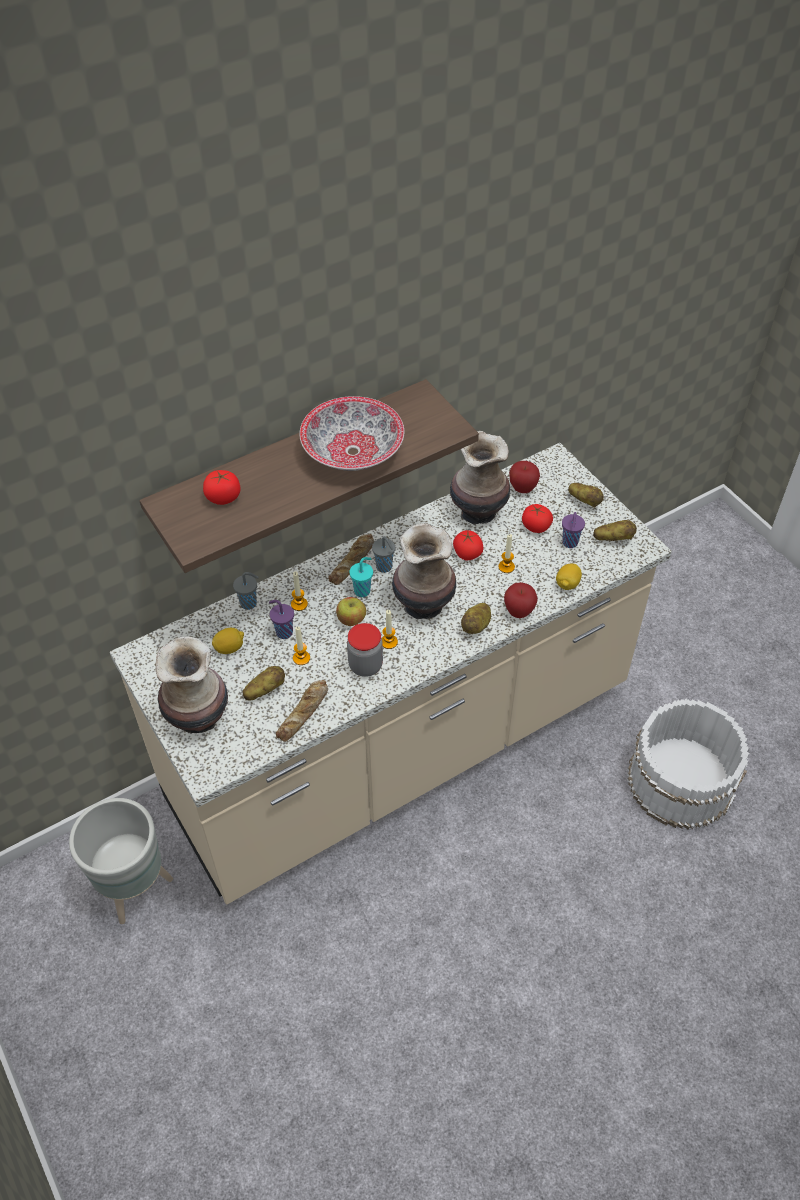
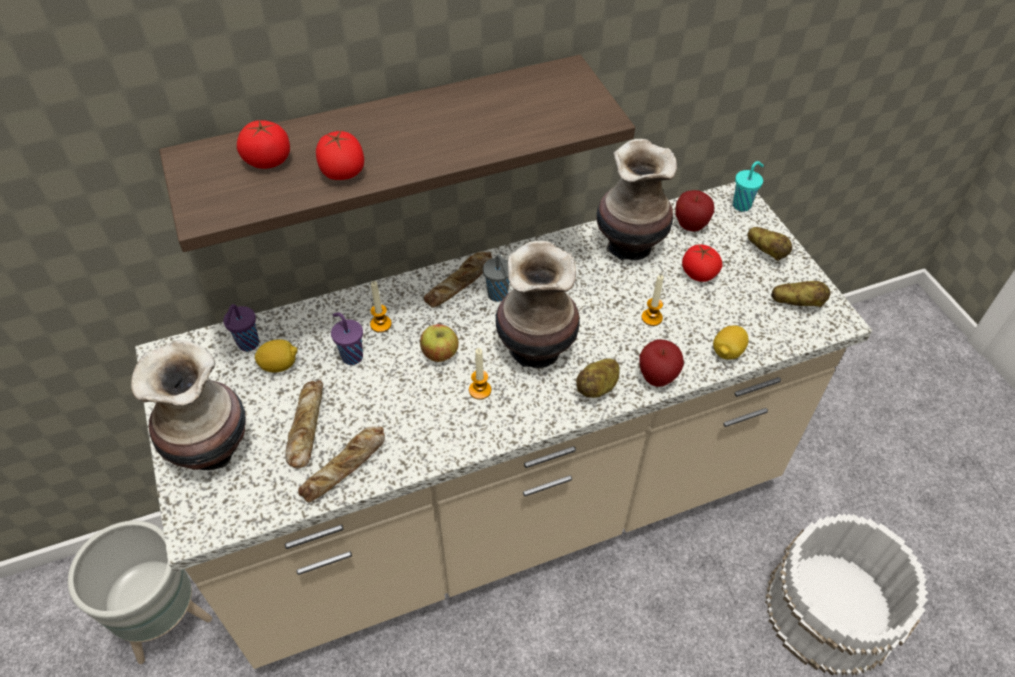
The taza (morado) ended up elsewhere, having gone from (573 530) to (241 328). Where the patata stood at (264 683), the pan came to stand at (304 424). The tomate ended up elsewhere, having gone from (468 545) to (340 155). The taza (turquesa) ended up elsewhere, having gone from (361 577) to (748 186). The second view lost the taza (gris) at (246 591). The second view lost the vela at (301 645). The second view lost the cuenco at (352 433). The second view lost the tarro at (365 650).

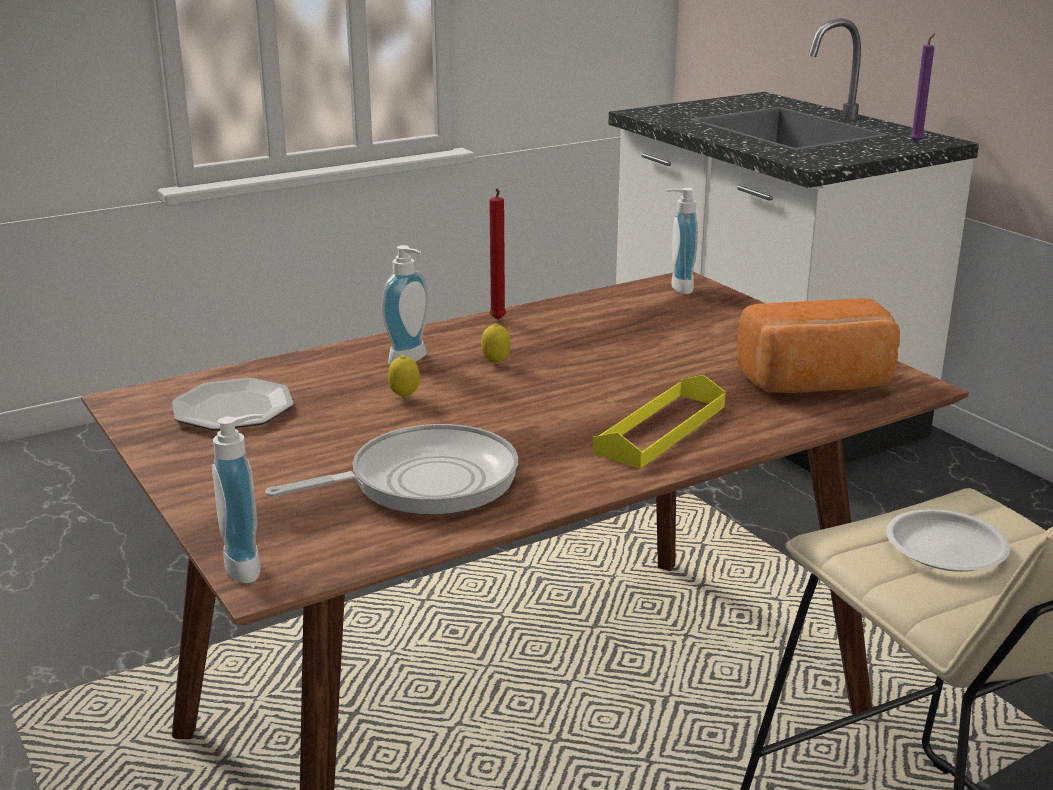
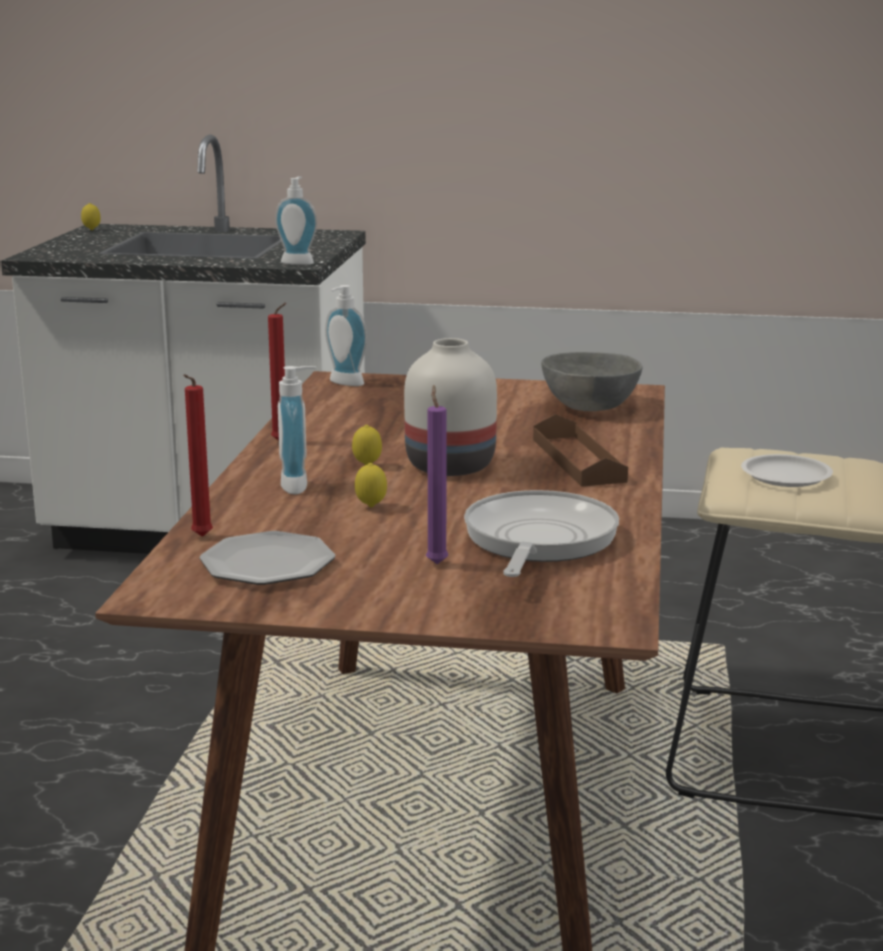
The second view gained the limón at (91 216). The second view gained the vela (rojo) at (198 455). The dispensador de jabón ended up elsewhere, having gone from (237 498) to (296 220). The second view gained the florero (blanco) at (450 407). The vela (morado) ended up elsewhere, having gone from (923 87) to (437 474). What was the bandeja (amarillo) at (659 422) turned into the bandeja (marrón) at (580 450). Where the pan stood at (818 345), the cuenco (gris) came to stand at (592 381).

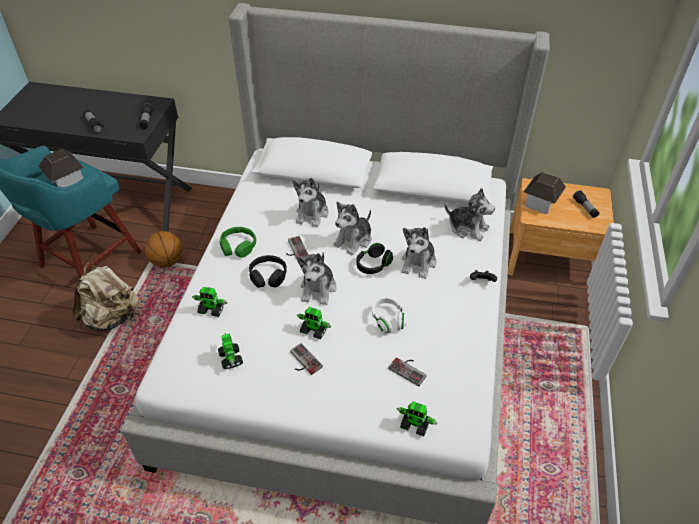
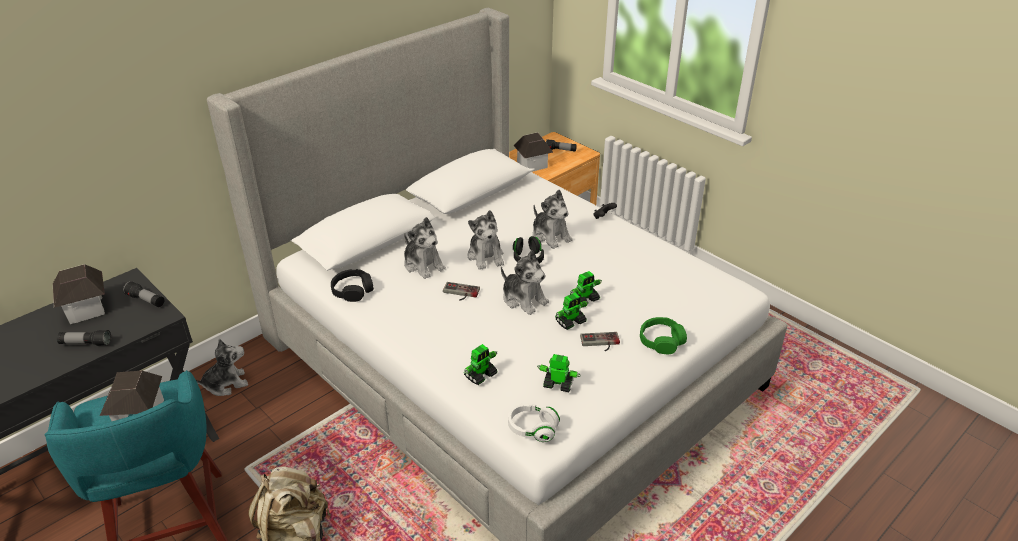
The second view gained the casita at (79 294). The peluche ended up elsewhere, having gone from (470 214) to (222 367). The auriculares (negro) ended up elsewhere, having gone from (267 271) to (352 285). The auriculares (blanco) ended up elsewhere, having gone from (389 315) to (534 422). The robot de juguete ended up elsewhere, having gone from (417 418) to (586 286). The auriculares (verde) ended up elsewhere, having gone from (238 242) to (663 335). The second view lost the balón de baloncesto at (163 249). The second view lost the mando de consola at (407 371).

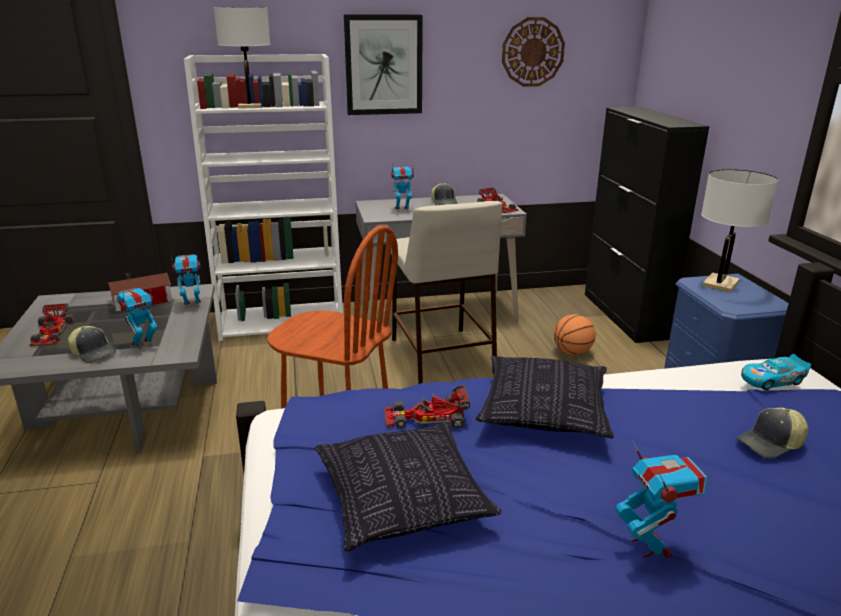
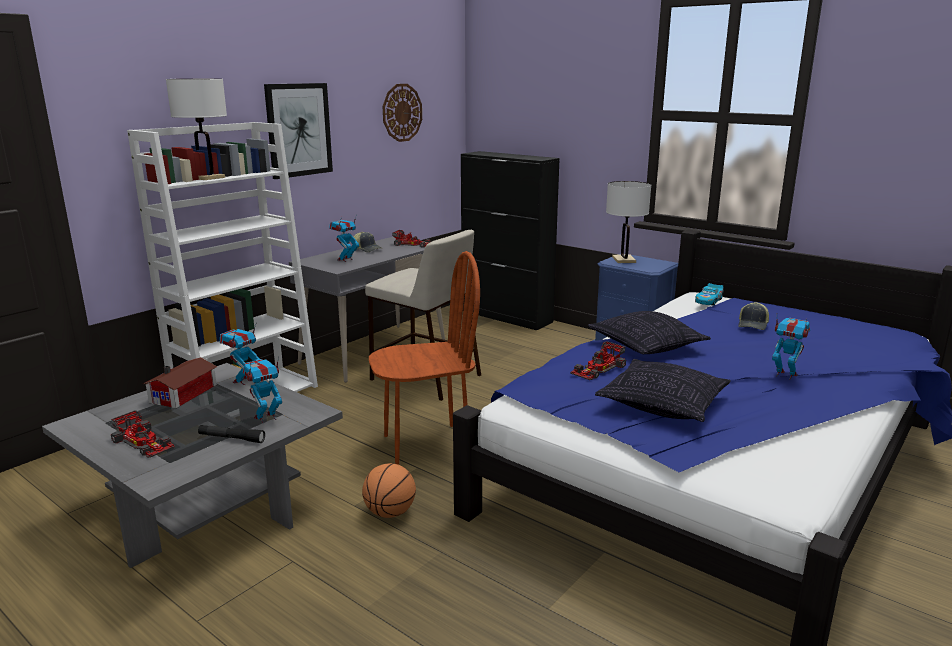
Where the gorra stood at (92 344), the linterna (negro) came to stand at (231 434). The robot de juguete at (137 317) ended up facing another way, 45 degrees clockwise from before. The balón de baloncesto ended up elsewhere, having gone from (575 334) to (389 490).

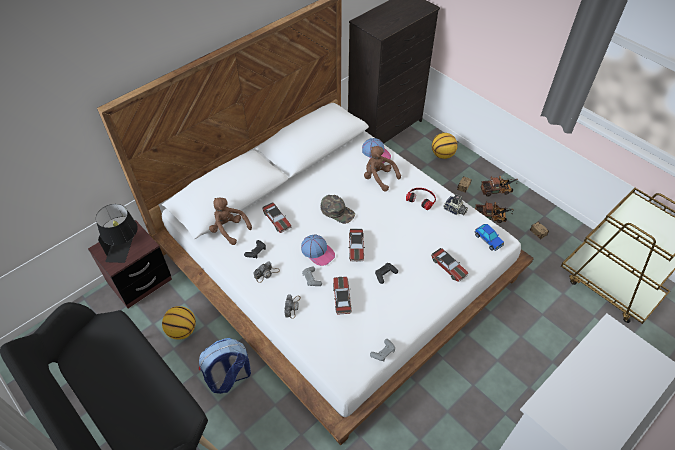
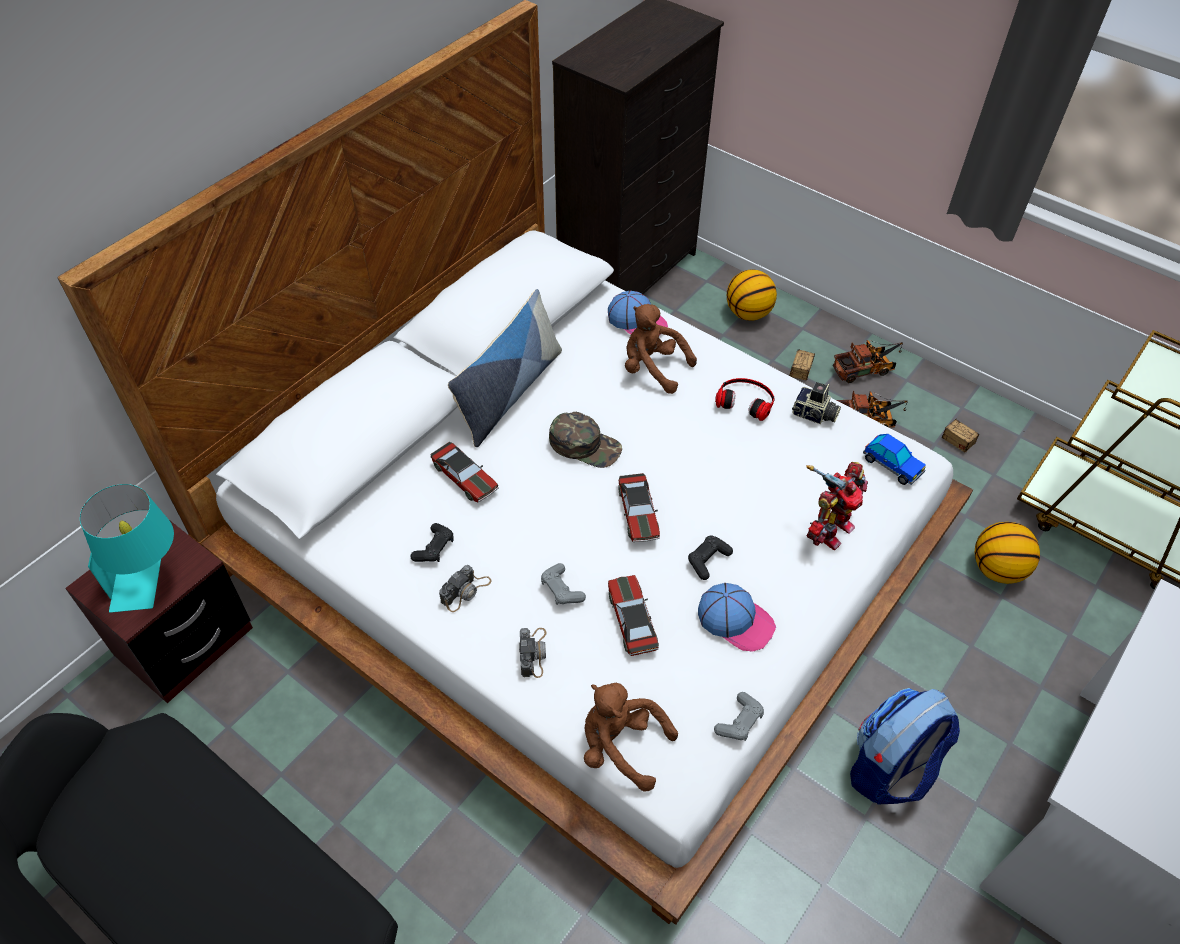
What was the lámpara de mesa (negro) at (117 233) turned into the lámpara de mesa (turquesa) at (127 548). The second view gained the cojín at (505 368). The peluche (marrón) ended up elsewhere, having gone from (230 221) to (631 737). The gorra ended up elsewhere, having gone from (318 250) to (737 617). Where the coche de juguete stood at (449 265), the robot de juguete came to stand at (837 506). The mochila ended up elsewhere, having gone from (225 366) to (905 746). The balón de baloncesto ended up elsewhere, having gone from (179 323) to (1007 553).

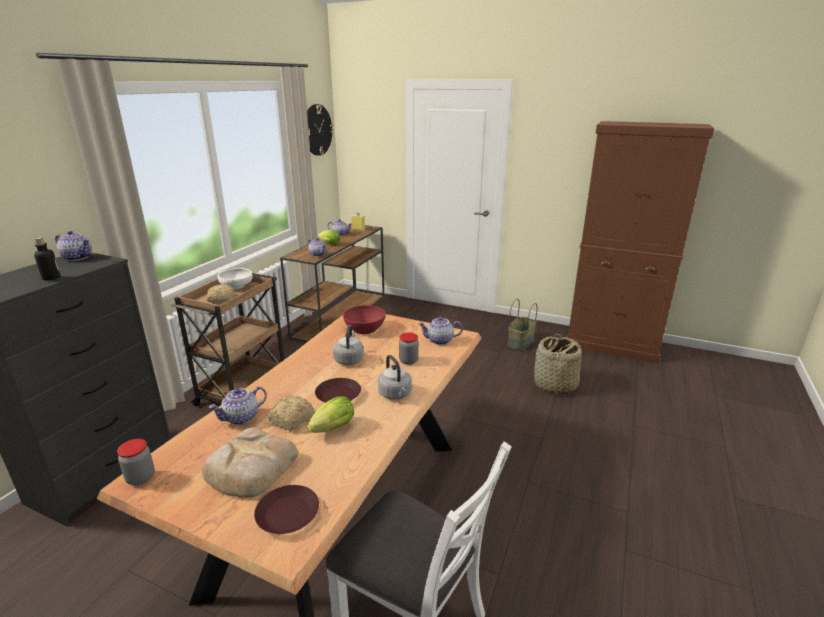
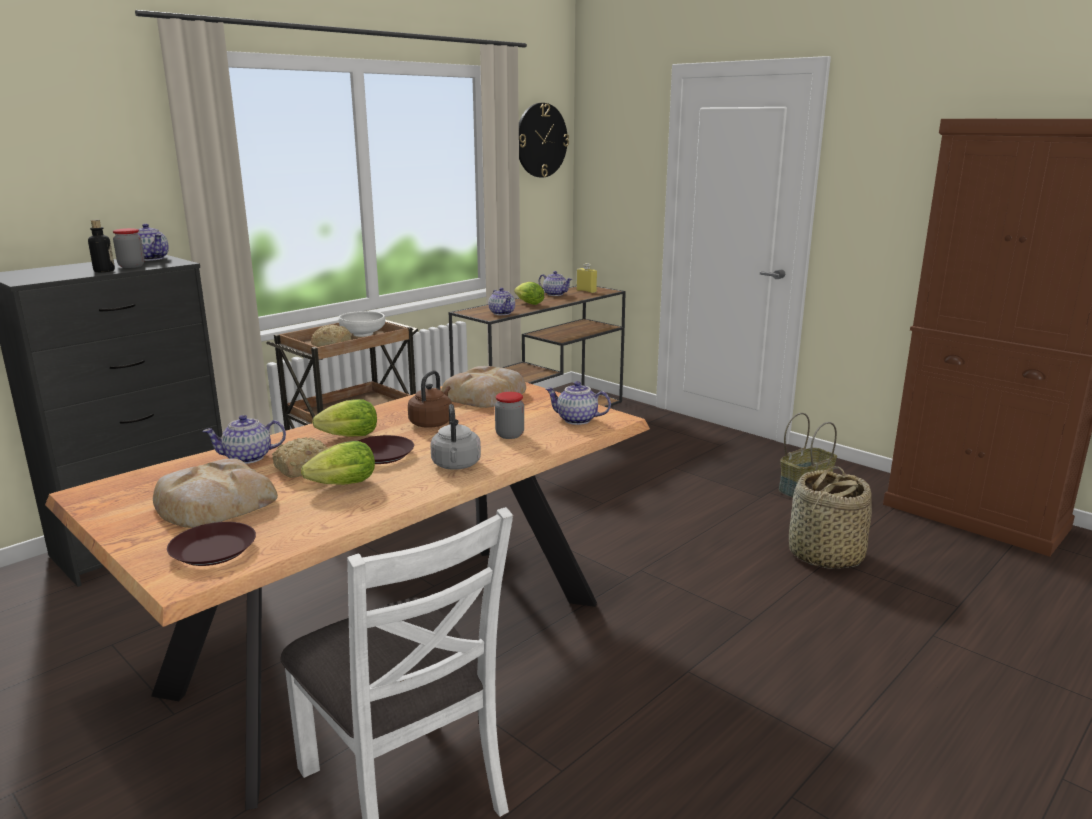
The tarro ended up elsewhere, having gone from (136 462) to (129 248). The second view gained the lechuga at (344 418). What was the hervidor (gris) at (348 345) turned into the hervidor (marrón) at (430 399). Where the cuenco (rojo) stood at (364 319), the pan came to stand at (483 387).

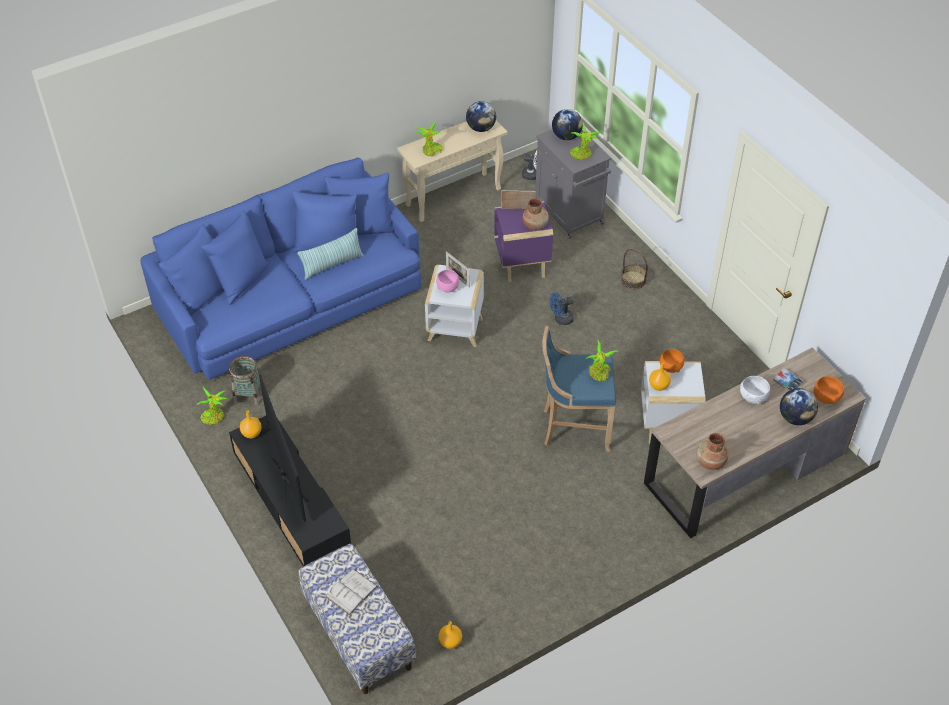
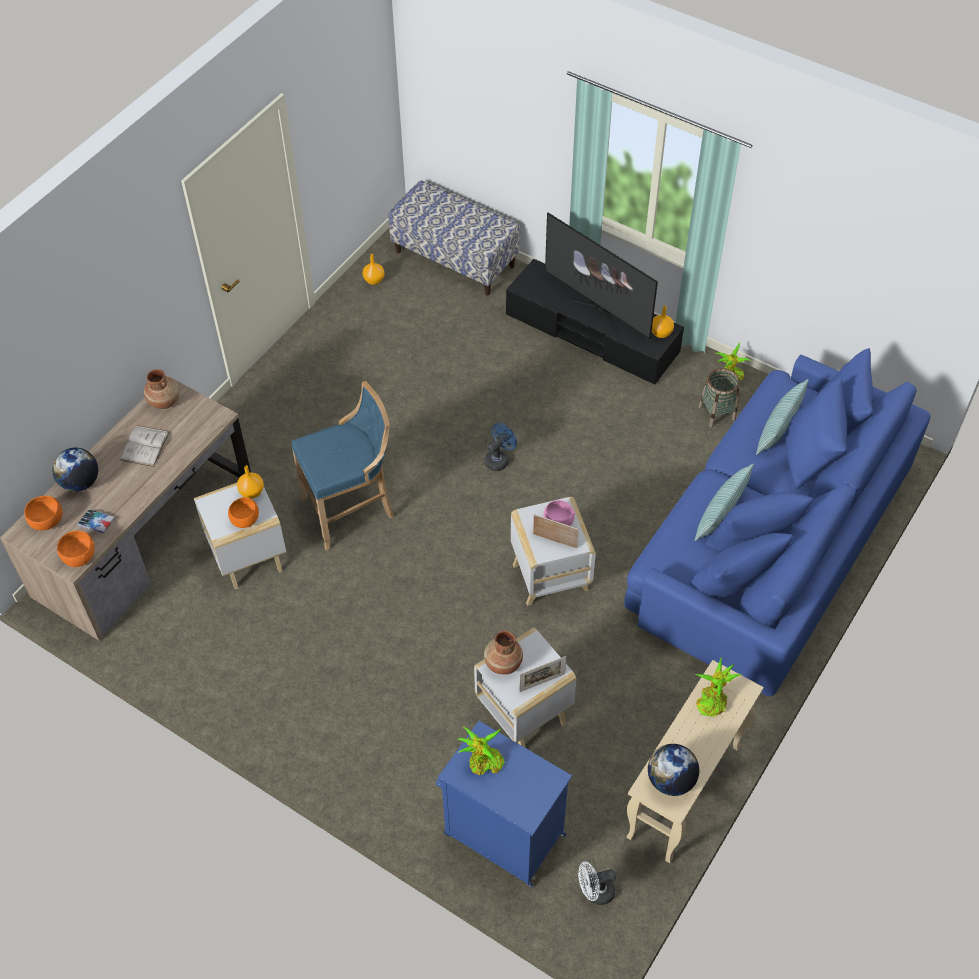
The second view gained the cuenco (naranja) at (75 549). The libro (blanco) ended up elsewhere, having gone from (352 592) to (145 446). What was the armario (gris) at (573 184) turned into the armario (azul) at (504 804). What was the mesa auxiliar (morado) at (523 241) turned into the mesa auxiliar (blanco) at (525 687). The ventilador (azul) ended up elsewhere, having gone from (561 308) to (500 447). The second view gained the cojín at (782 417). The second view lost the globo terráqueo at (567 124). The second view lost the planta en maceta at (601 360). The second view lost the cesta at (634 269). The second view lost the cuenco (blanco) at (755 390).

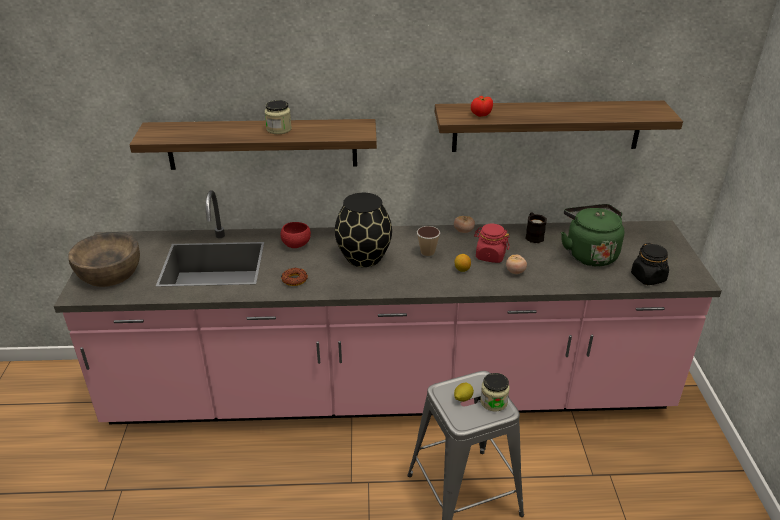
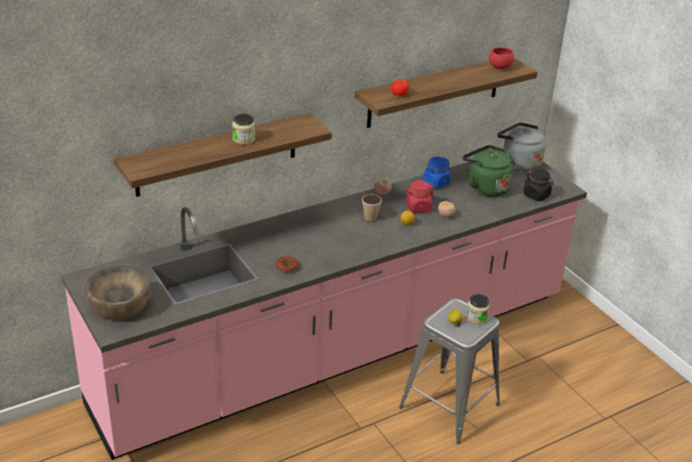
Where the taza grande (negro) stood at (536 227), the tarro (azul) came to stand at (436 173). The cuenco (rojo) ended up elsewhere, having gone from (295 235) to (501 58). The second view gained the hervidor (gris) at (521 147). The second view lost the florero (negro) at (363 230).

